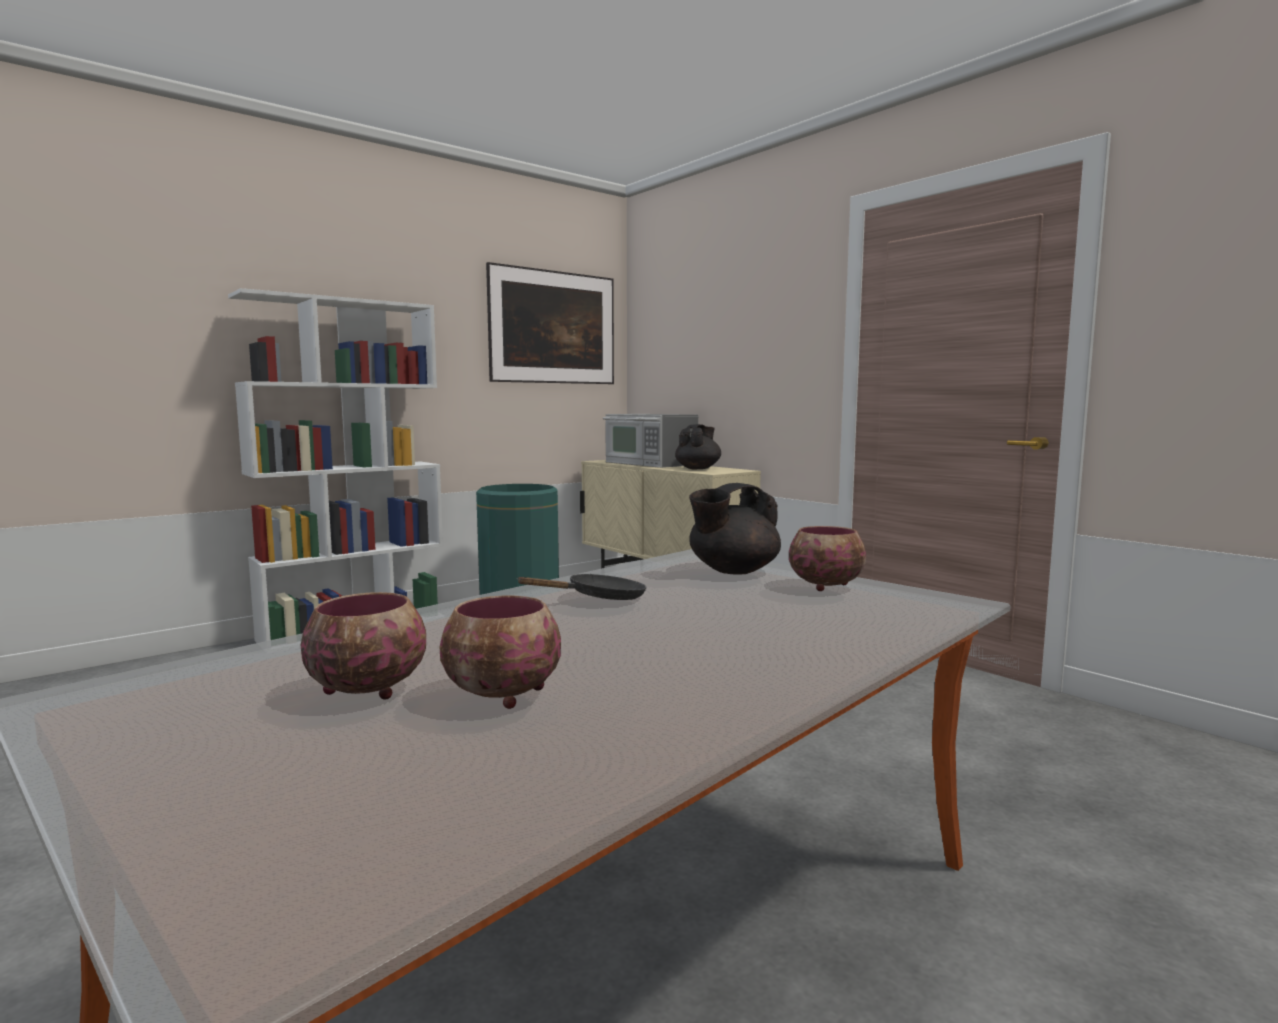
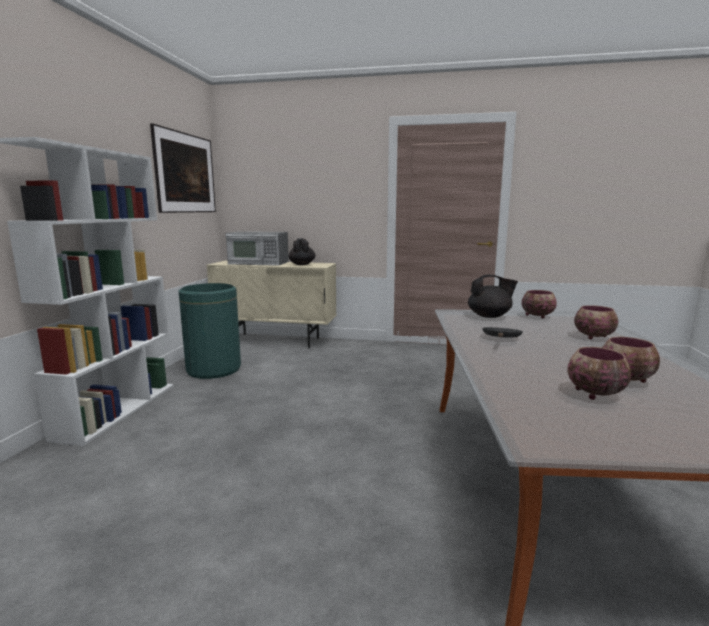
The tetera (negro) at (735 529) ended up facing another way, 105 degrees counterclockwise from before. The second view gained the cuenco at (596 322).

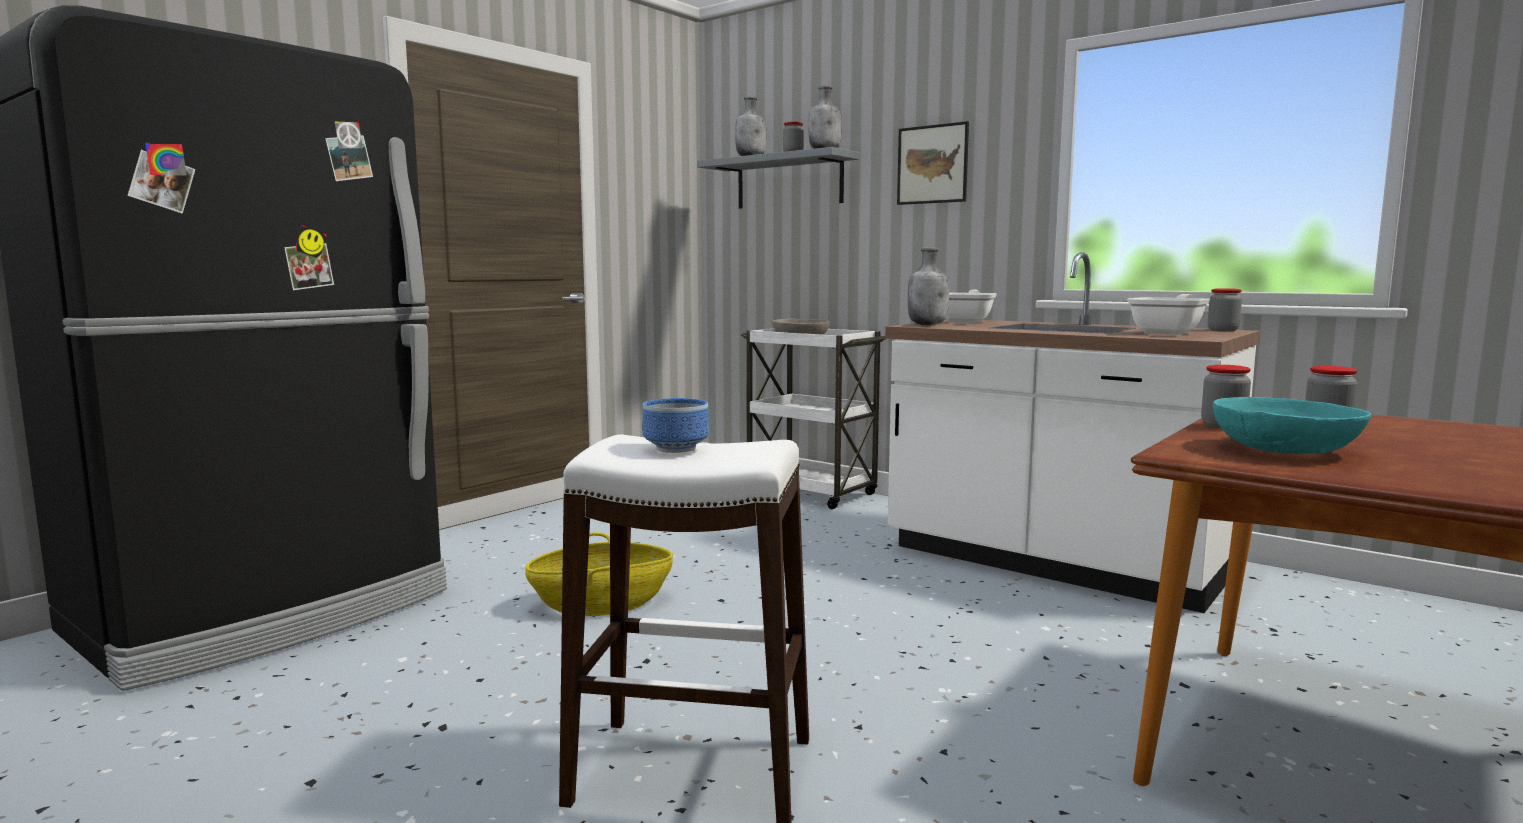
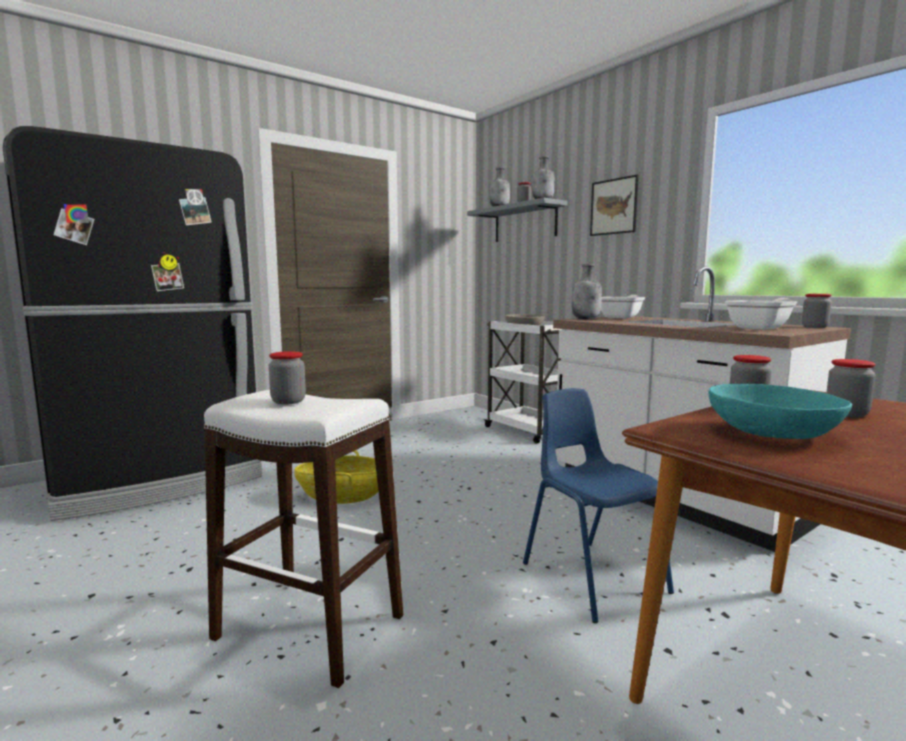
Where the cuenco stood at (676 425), the tarro came to stand at (287 378). The second view gained the silla (azul) at (598 505).

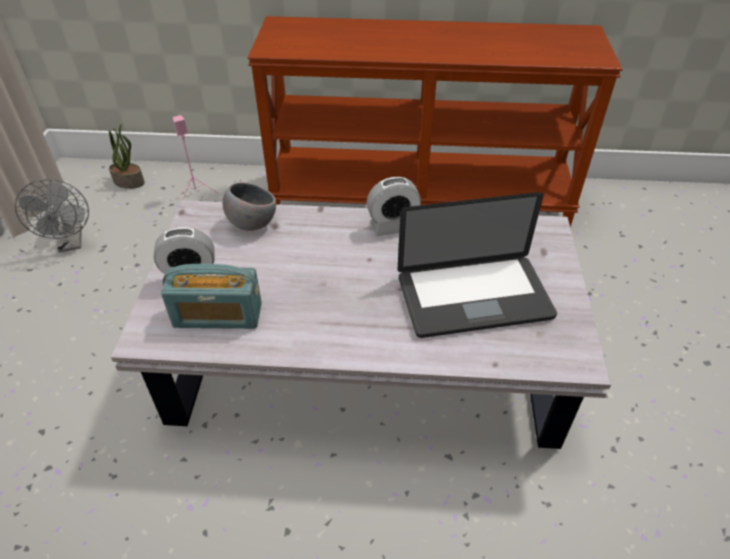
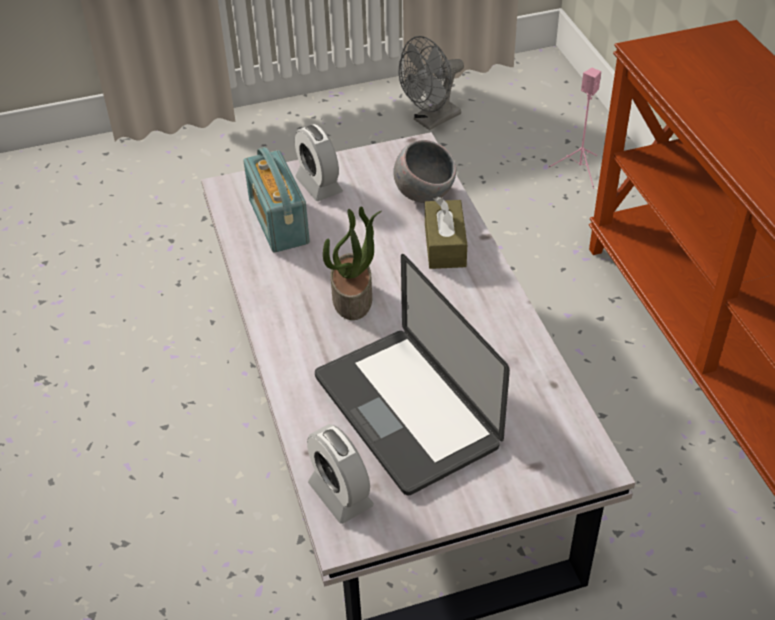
The despertador ended up elsewhere, having gone from (394 206) to (340 474). The planta en maceta ended up elsewhere, having gone from (127 156) to (352 263). The second view gained the caja de pañuelos (marrón) at (446 233).

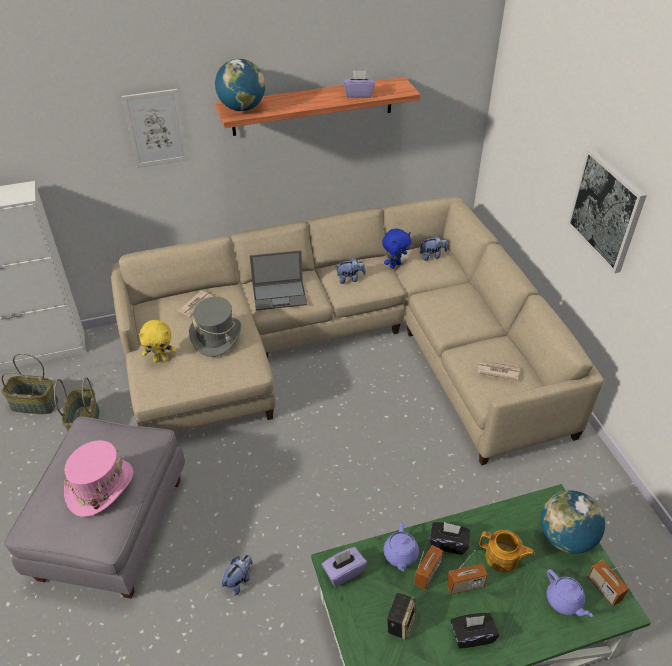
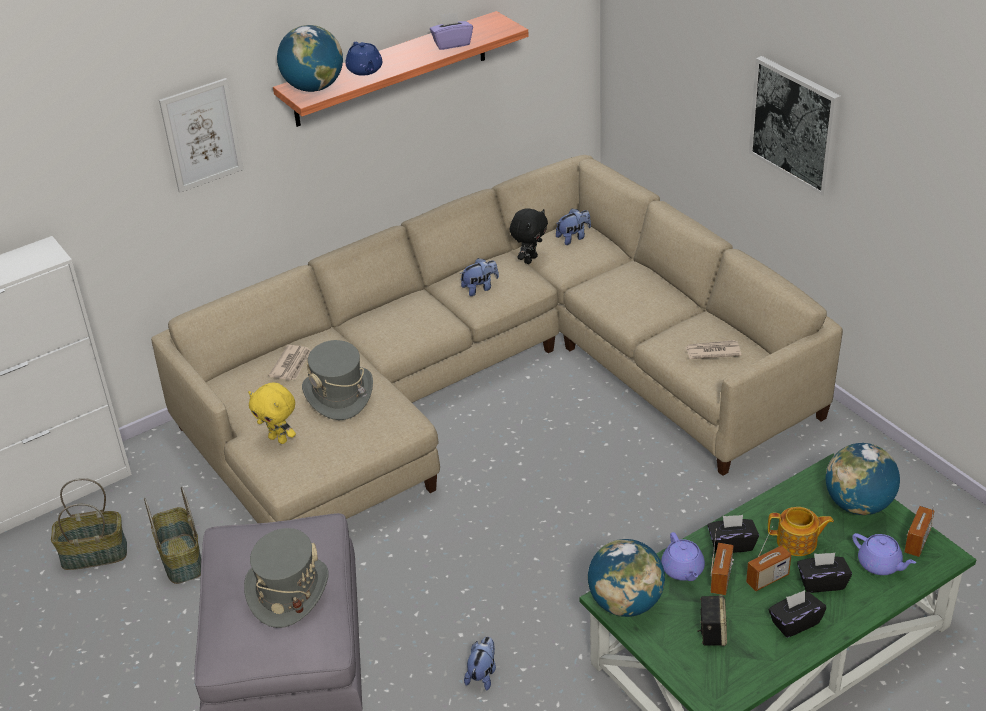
What was the sombrero (rosa) at (98 478) turned into the sombrero (gris) at (286 578). The peluche (amarillo) at (157 341) ended up facing another way, 60 degrees clockwise from before. The second view gained the tetera (azul) at (364 59). What was the peluche (azul) at (396 248) turned into the peluche (negro) at (528 236). Where the caja de pañuelos (morado) stood at (344 567), the globo terráqueo came to stand at (626 578). The second view gained the caja de pañuelos (negro) at (824 573). The radio at (608 582) ended up facing another way, 75 degrees clockwise from before. The second view lost the portátil at (278 280).

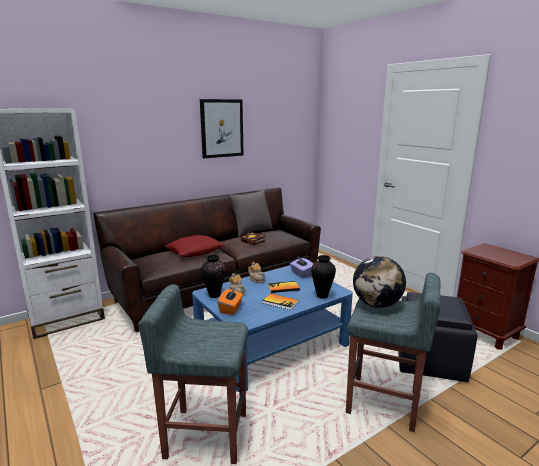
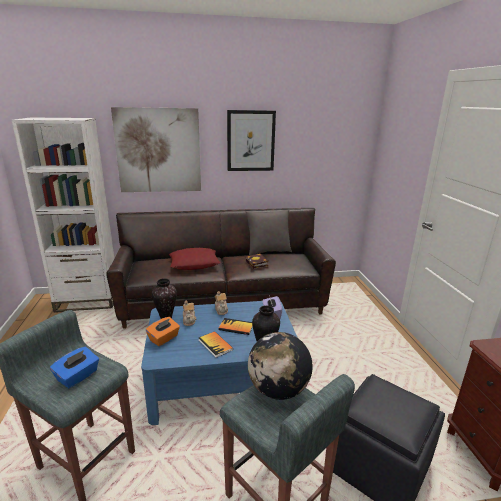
The second view gained the caja de pañuelos (azul) at (74 367). The second view gained the cuadro at (156 149).

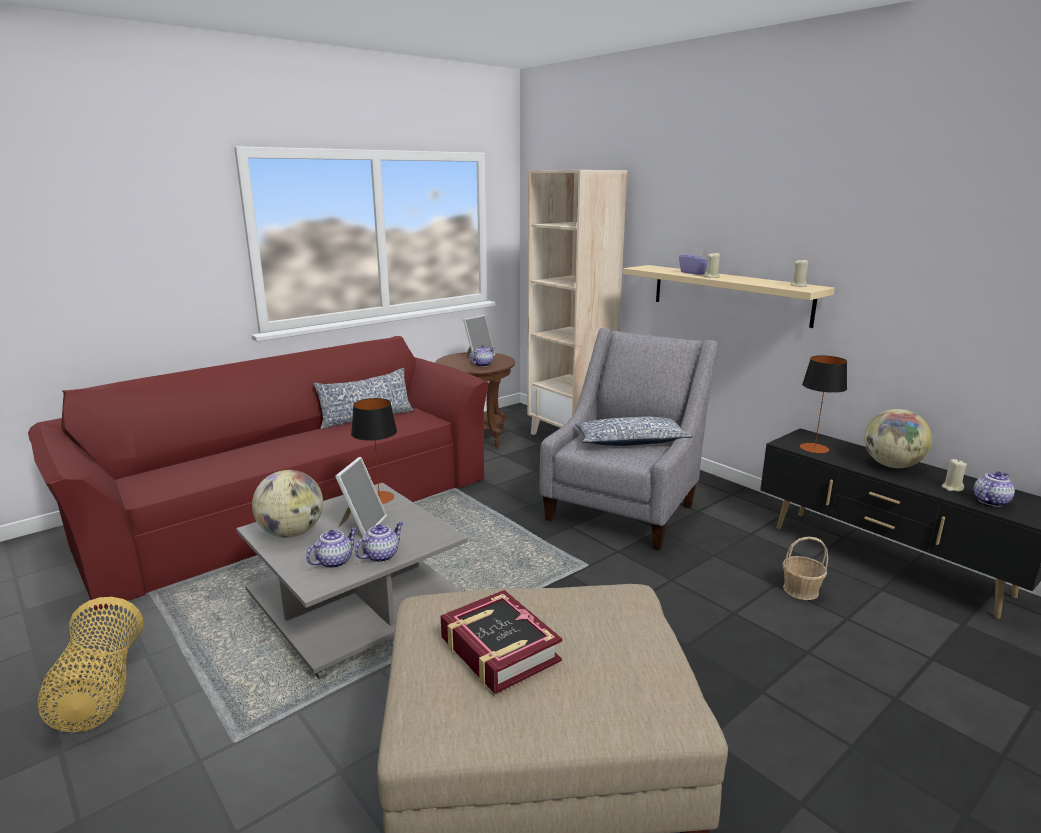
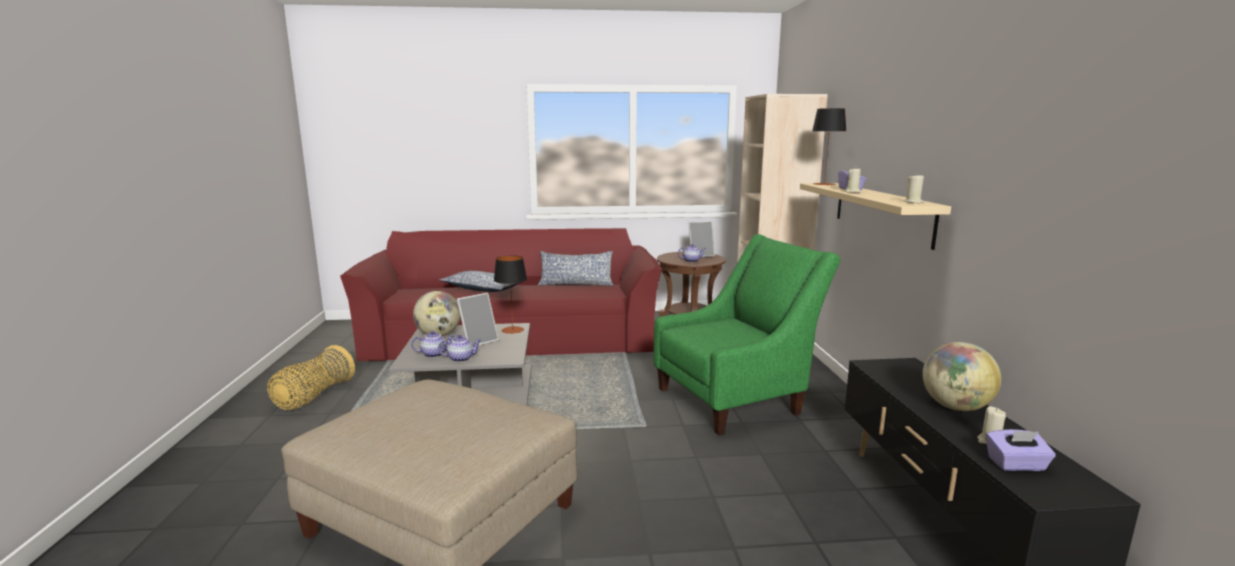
The cojín ended up elsewhere, having gone from (634 431) to (480 281). What was the sillón (gris) at (629 439) turned into the sillón (verde) at (747 334). The lámpara de mesa ended up elsewhere, having gone from (823 404) to (829 146). Where the tetera stood at (994 489), the caja de pañuelos (morado) came to stand at (1021 450). The second view lost the libro at (501 642). The second view lost the cesta at (805 568).

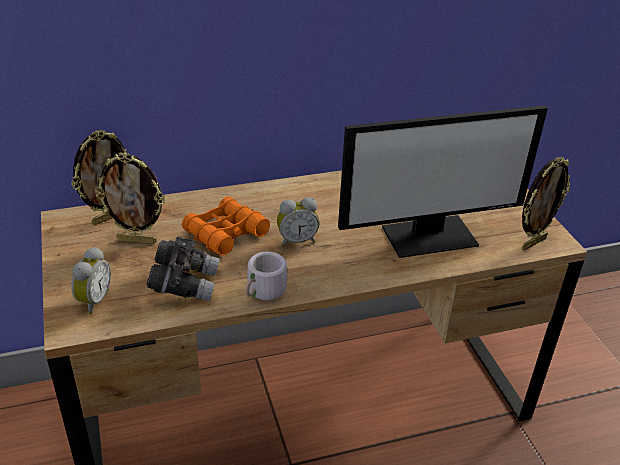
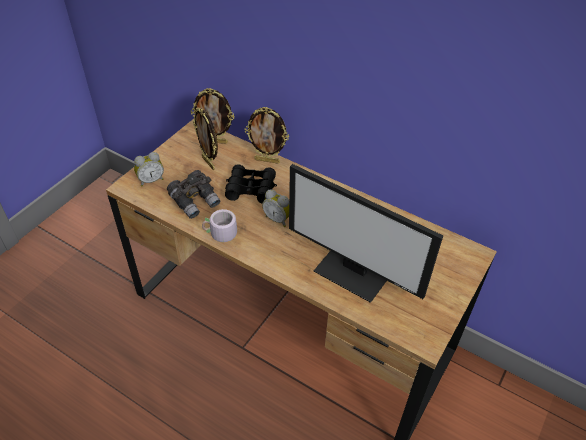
What was the prismáticos (naranja) at (226 226) turned into the prismáticos (negro) at (251 183). The portarretratos ended up elsewhere, having gone from (546 204) to (266 135).

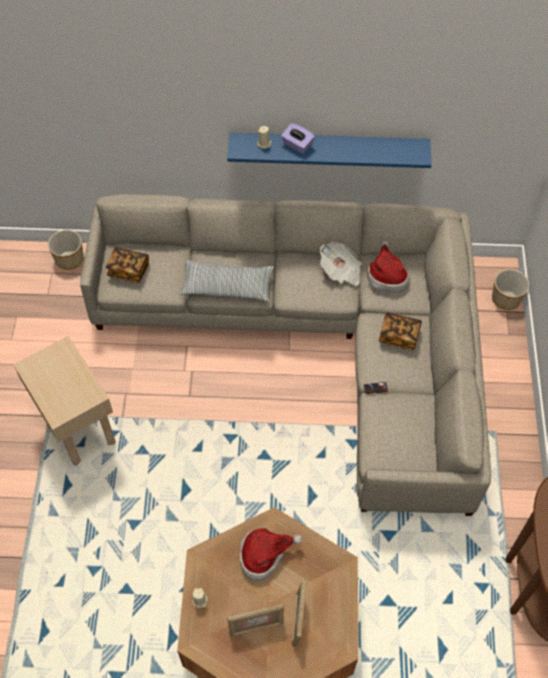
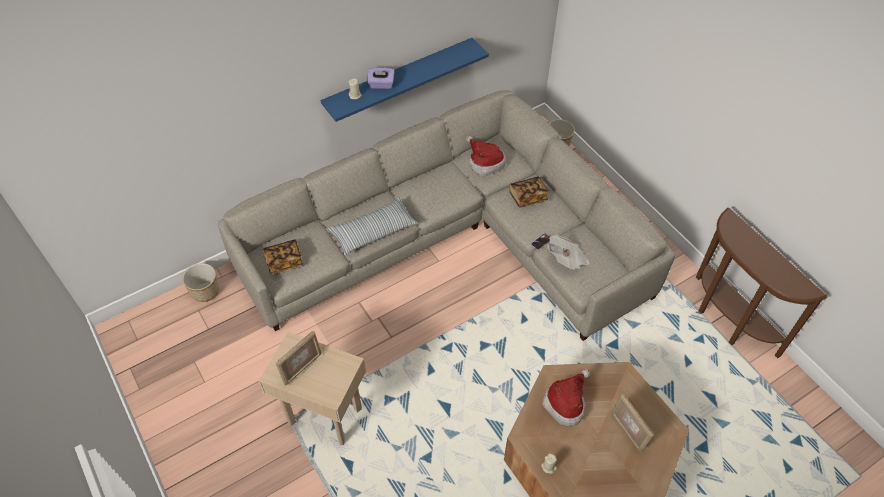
The portarretratos ended up elsewhere, having gone from (255 620) to (298 358). The periódico ended up elsewhere, having gone from (341 263) to (568 252).

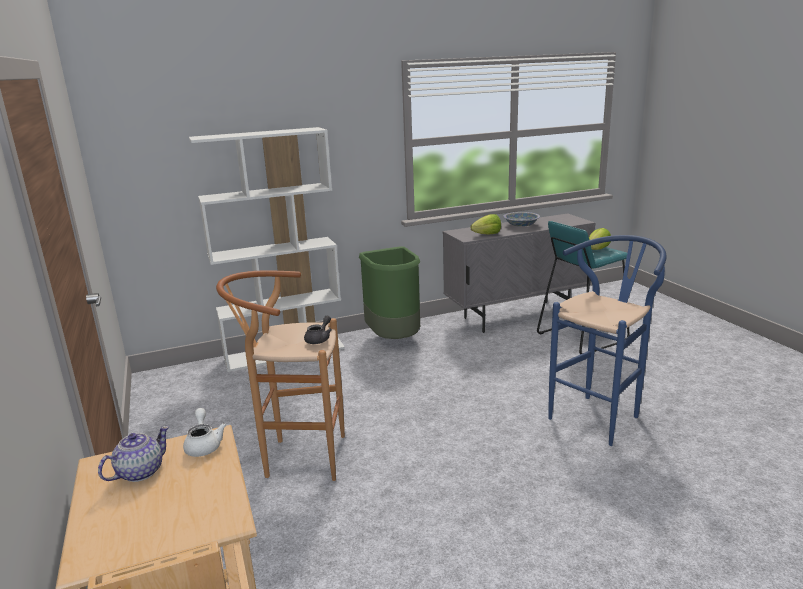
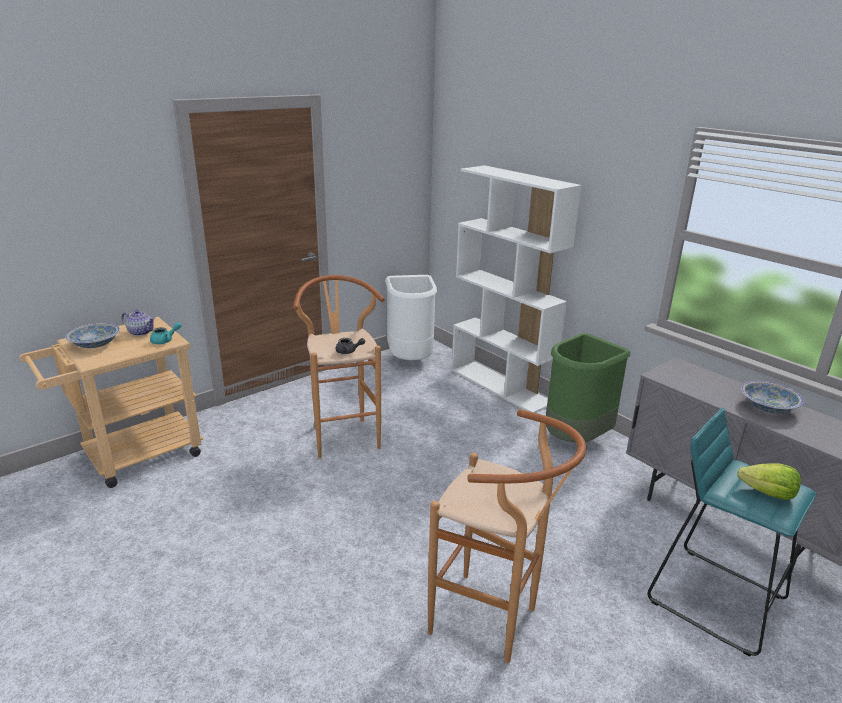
The second view gained the cuenco at (92 335). What was the tetera (blanco) at (205 432) turned into the tetera (turquesa) at (166 333). The second view gained the papelera (blanco) at (411 317). What was the taburete (azul) at (607 340) turned into the taburete (marrón) at (507 536). The second view lost the lechuga at (486 224).

